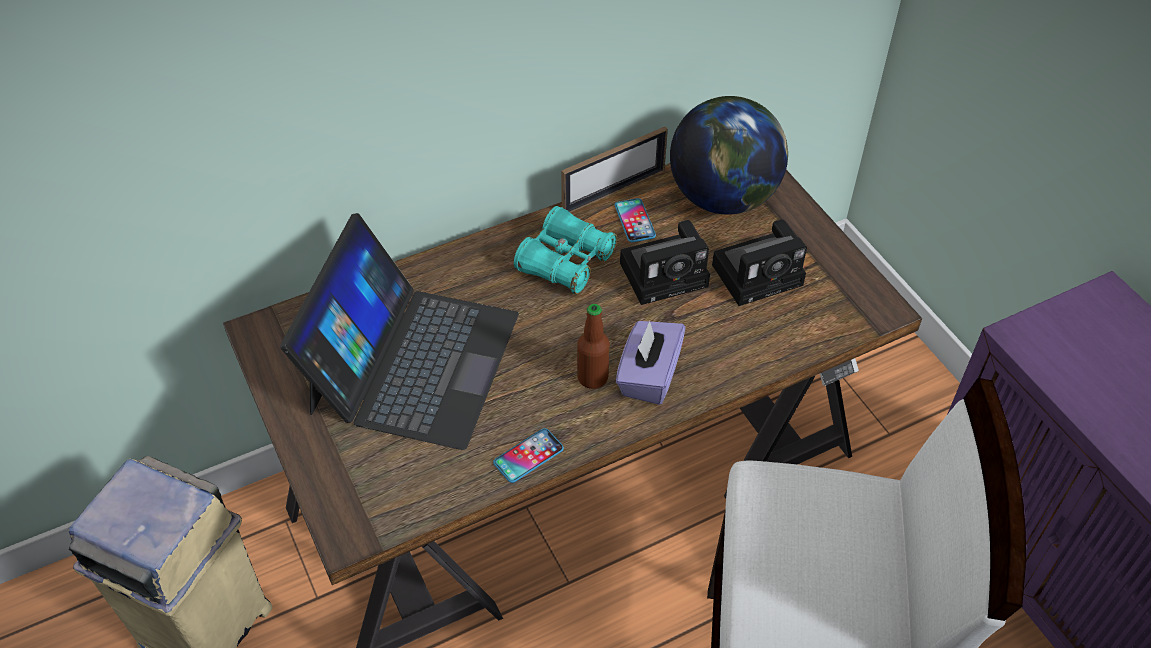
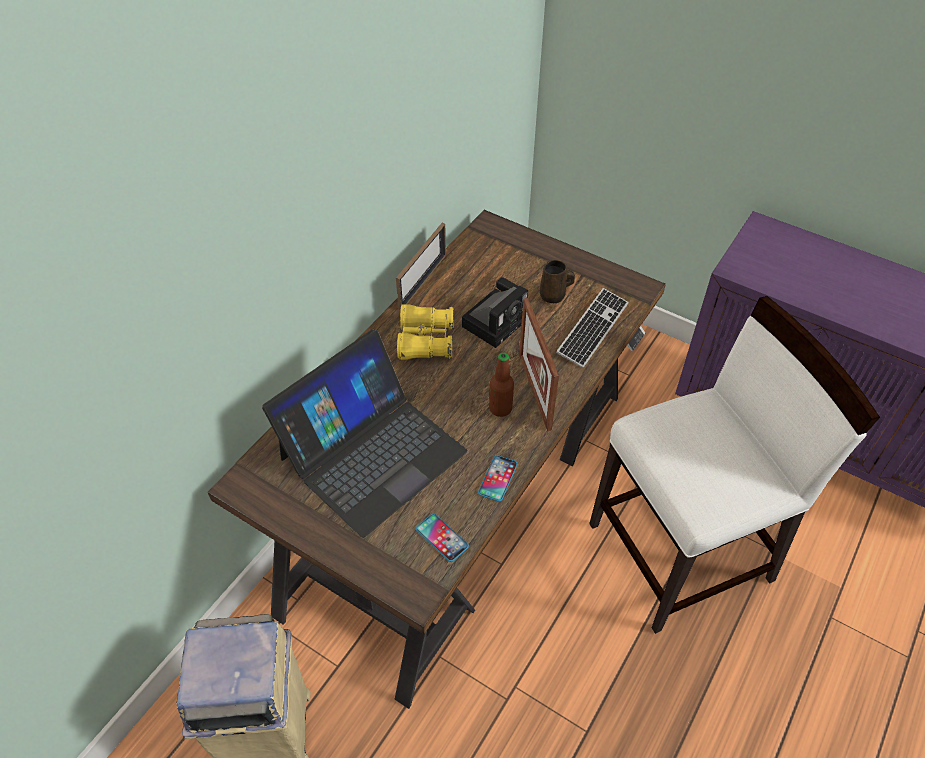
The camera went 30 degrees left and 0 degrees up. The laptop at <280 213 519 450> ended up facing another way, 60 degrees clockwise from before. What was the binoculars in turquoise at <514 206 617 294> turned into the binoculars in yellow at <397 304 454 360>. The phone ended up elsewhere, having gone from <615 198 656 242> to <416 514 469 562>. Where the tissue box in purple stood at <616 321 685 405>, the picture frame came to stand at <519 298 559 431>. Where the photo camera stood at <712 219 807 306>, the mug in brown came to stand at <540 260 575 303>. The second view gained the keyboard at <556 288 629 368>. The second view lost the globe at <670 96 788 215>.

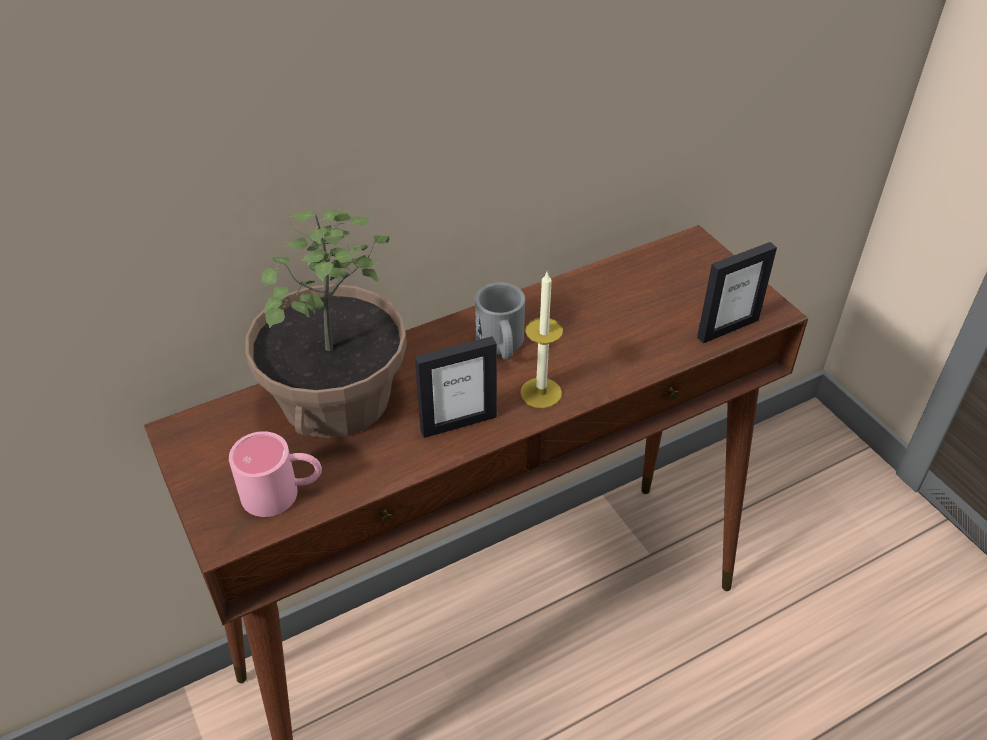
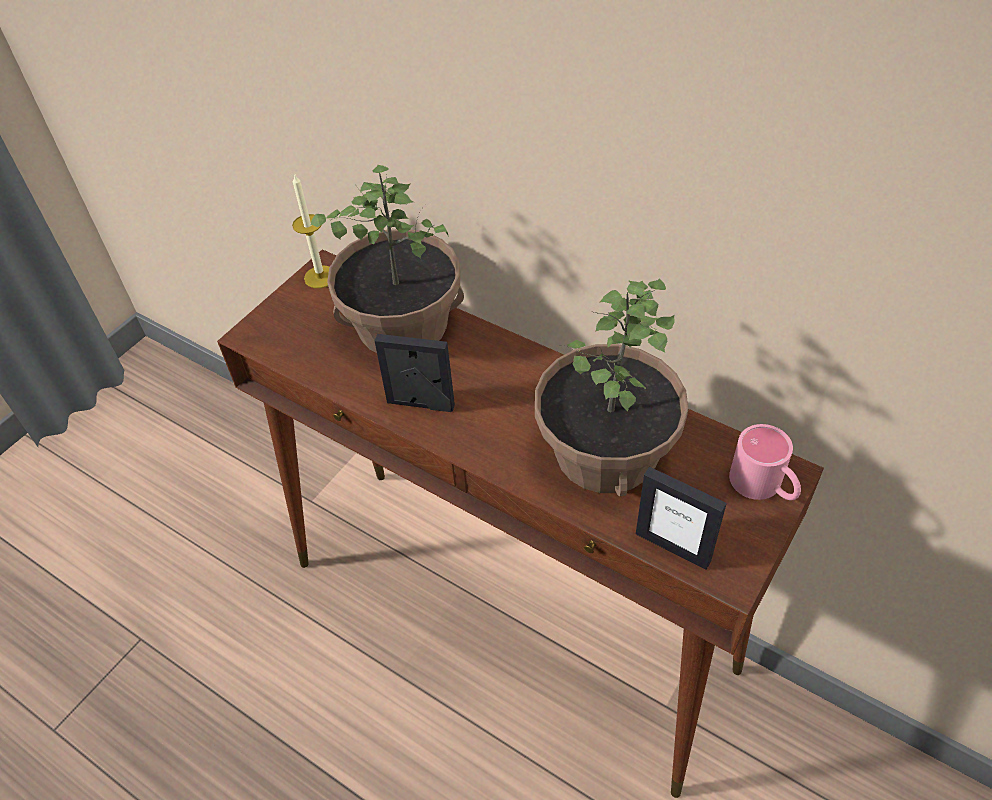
The camera went 65 degrees right and 5 degrees up. The candle ended up elsewhere, having gone from <520 270 563 408> to <292 173 329 288>. The picture frame at <415 336 497 438> ended up facing another way, 150 degrees clockwise from before. The second view gained the potted plant at <535 278 688 496>. The mug in pink ended up elsewhere, having gone from <229 431 322 517> to <729 424 801 500>. The second view lost the mug in grey at <475 282 525 360>.

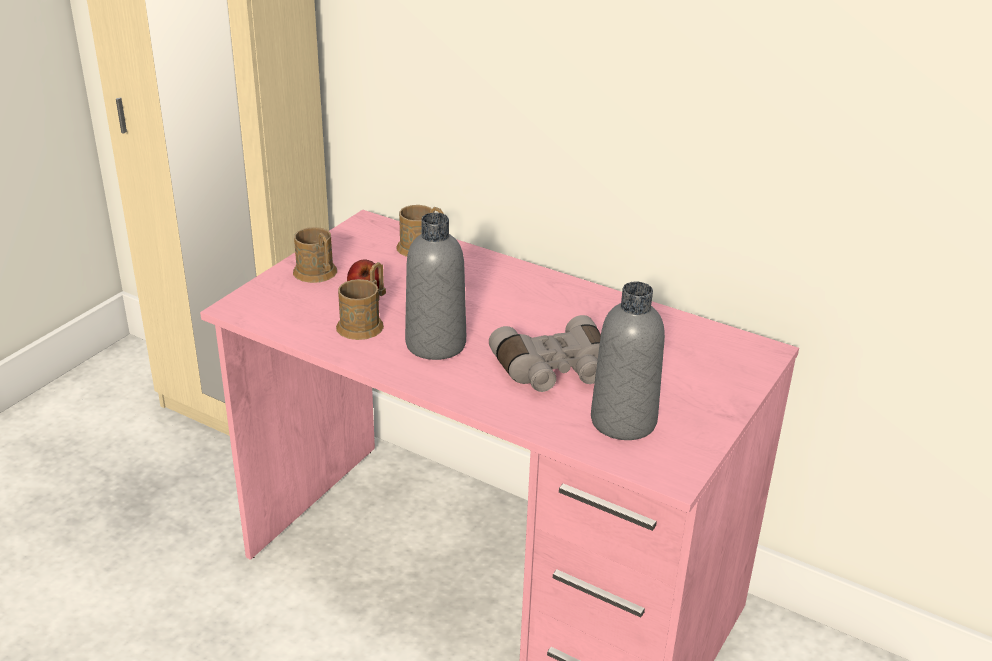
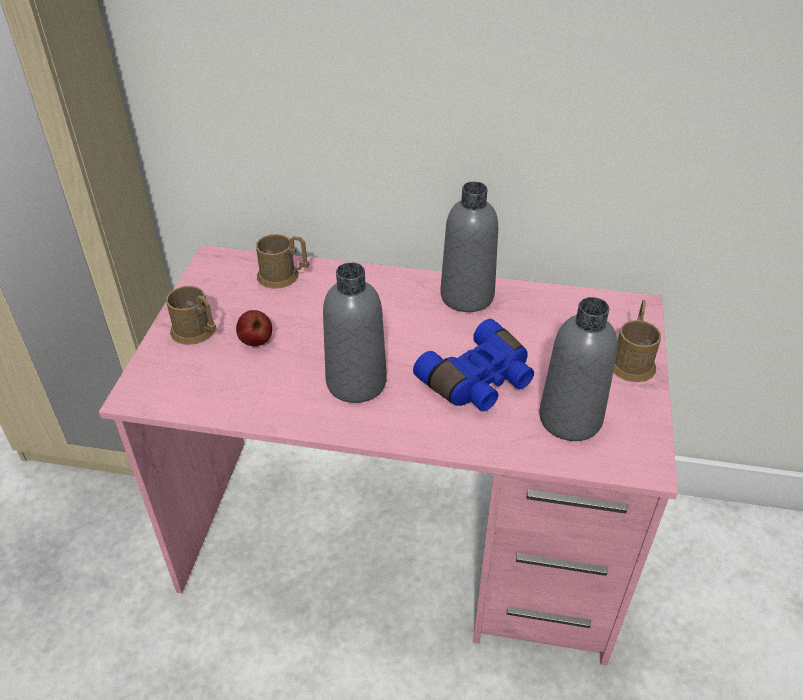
The camera went 20 degrees left and 10 degrees up. What was the binoculars in grey at <489 315 601 392> turned into the binoculars in blue at <413 319 534 411>. The second view gained the bottle in grey at <440 182 498 312>. The mug in brown ended up elsewhere, having gone from <336 262 386 340> to <613 300 661 382>.

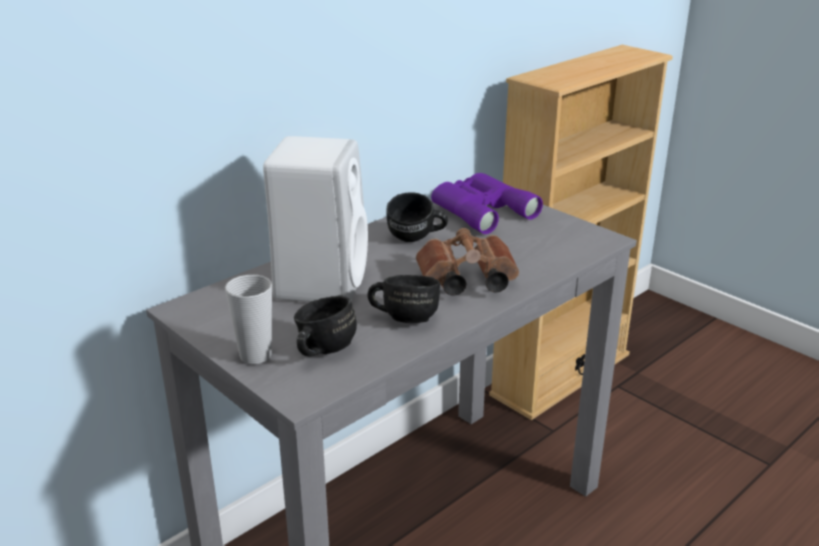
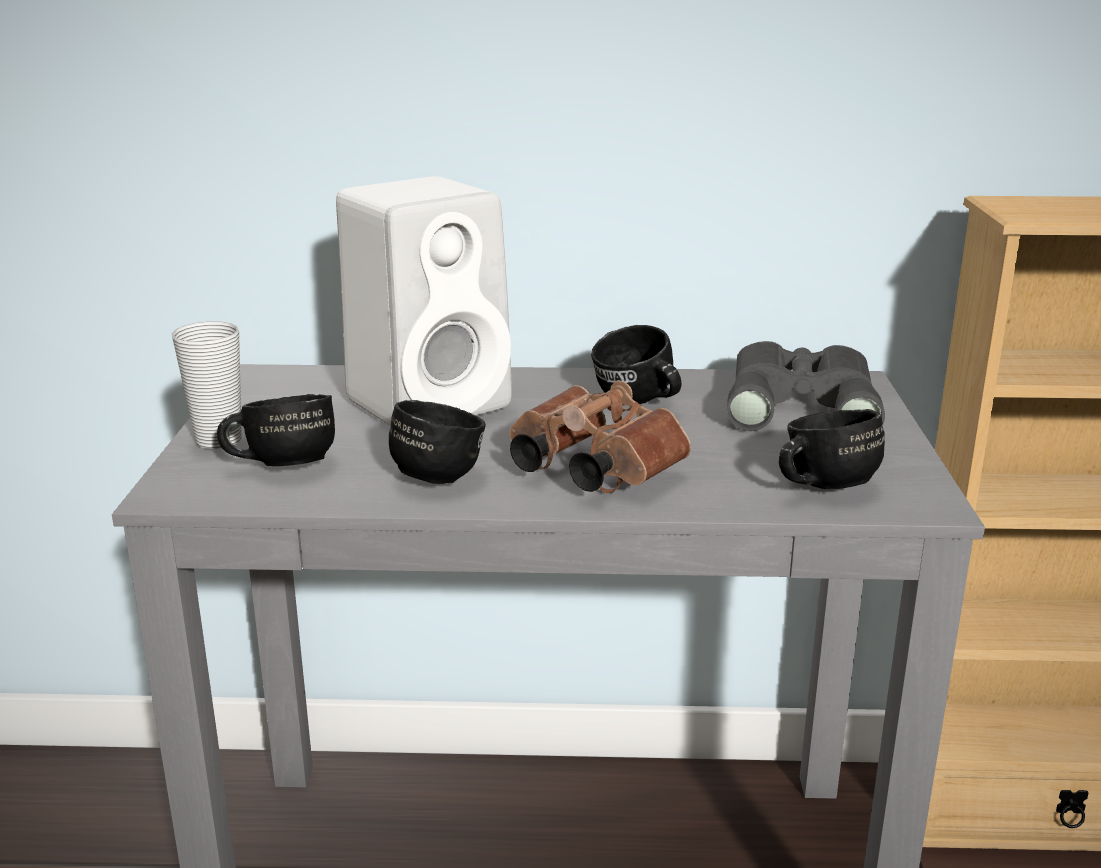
The camera went 45 degrees right and 5 degrees down. What was the binoculars in purple at <431 173 543 234> turned into the binoculars in grey at <727 341 885 431>. The second view gained the mug in black at <779 409 885 489>.

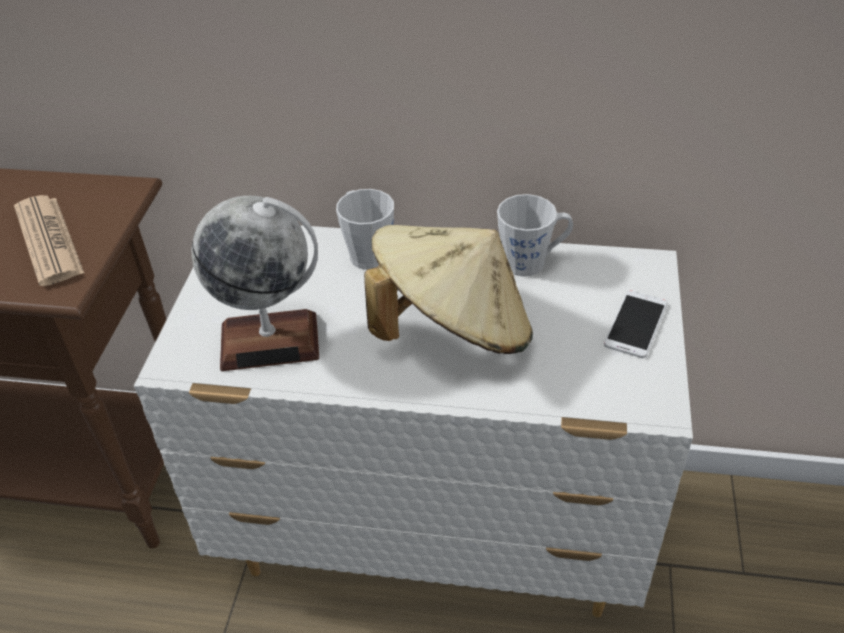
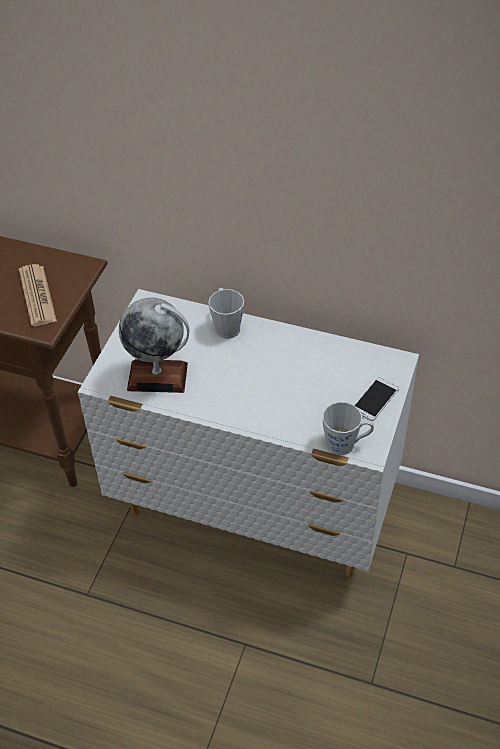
The camera went 10 degrees right and 5 degrees up. The mug in grey ended up elsewhere, having gone from <497 194 573 277> to <323 402 374 455>. The second view lost the hat in beige at <364 225 533 354>.

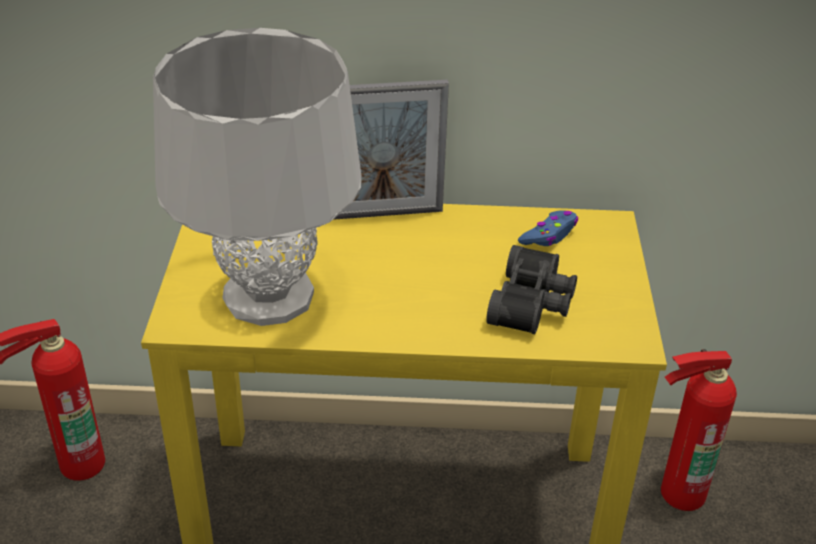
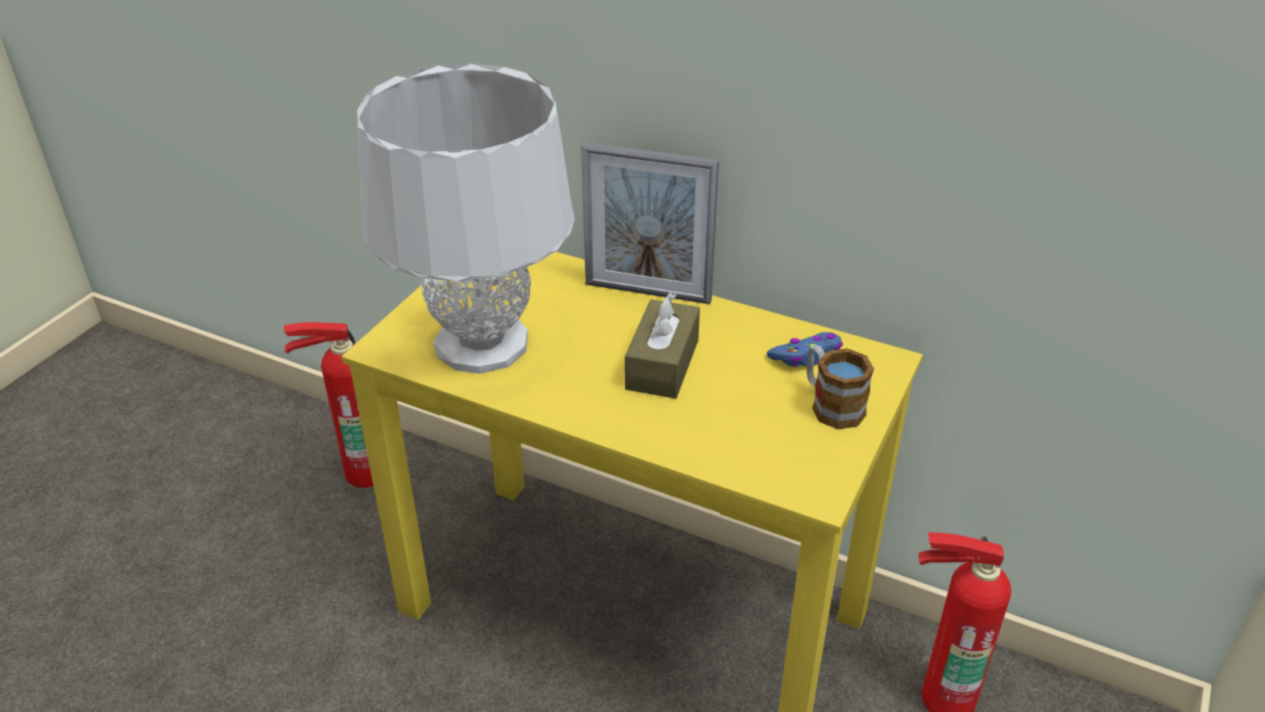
The camera went 25 degrees right and 0 degrees up. The second view gained the tissue box in brown at <625 292 700 399>. The second view gained the mug at <807 345 874 429>. The second view lost the binoculars in black at <486 245 577 334>.

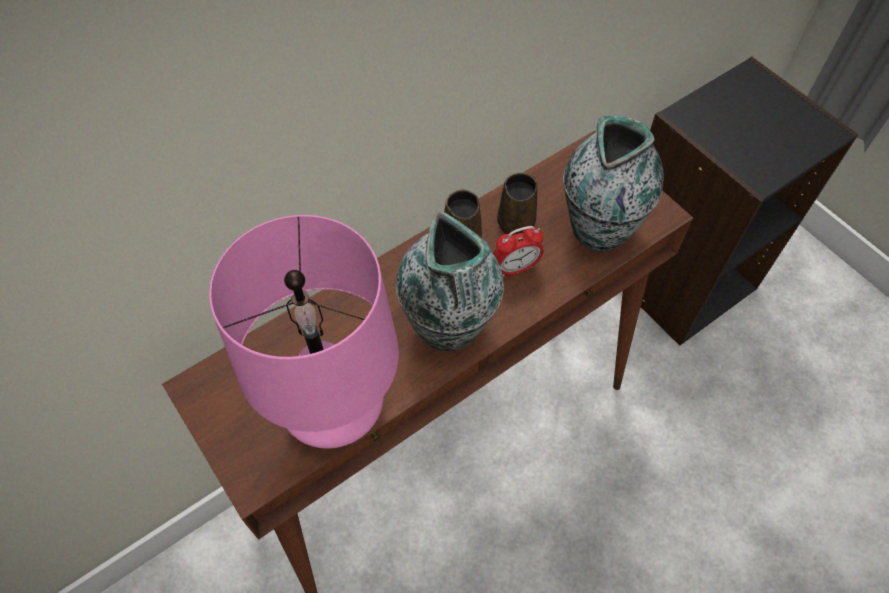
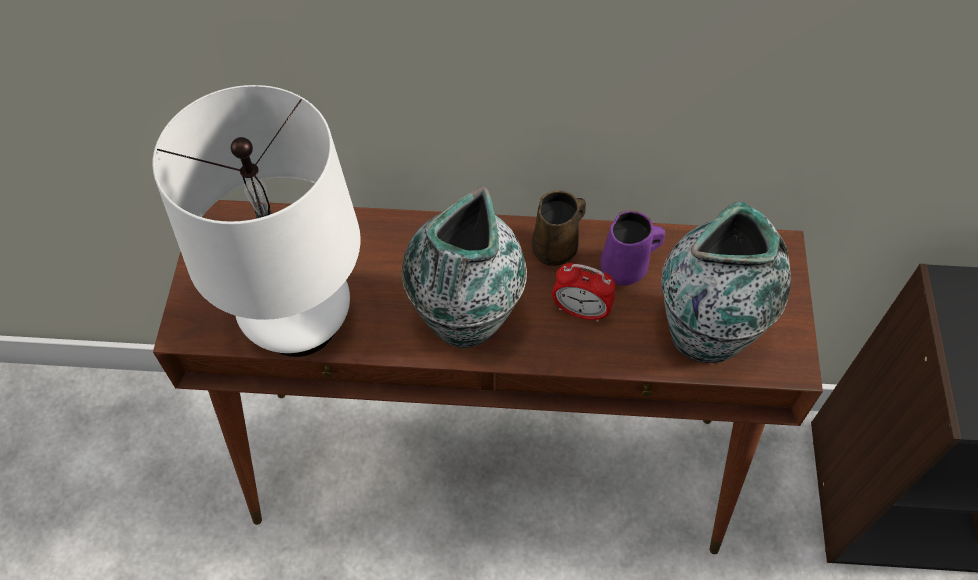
The camera went 40 degrees right and 0 degrees up. What was the table lamp in pink at <209 215 399 449> turned into the table lamp in white at <152 85 361 357>. What was the mug in brown at <497 173 537 235> turned into the mug in purple at <600 211 665 285>.

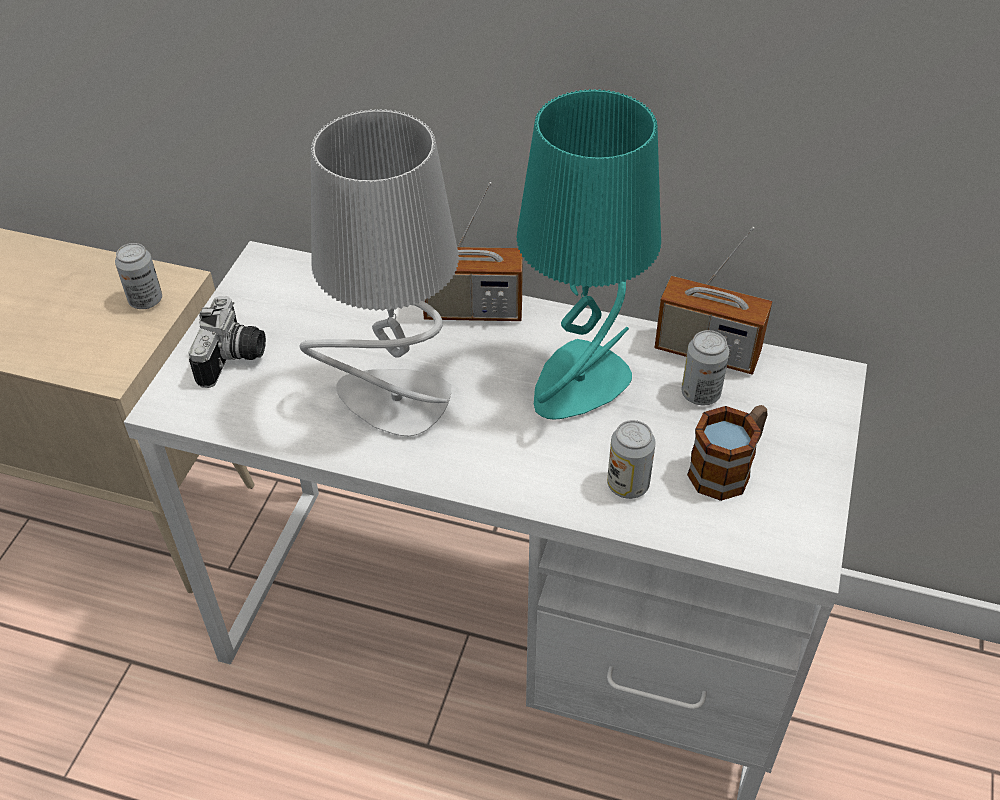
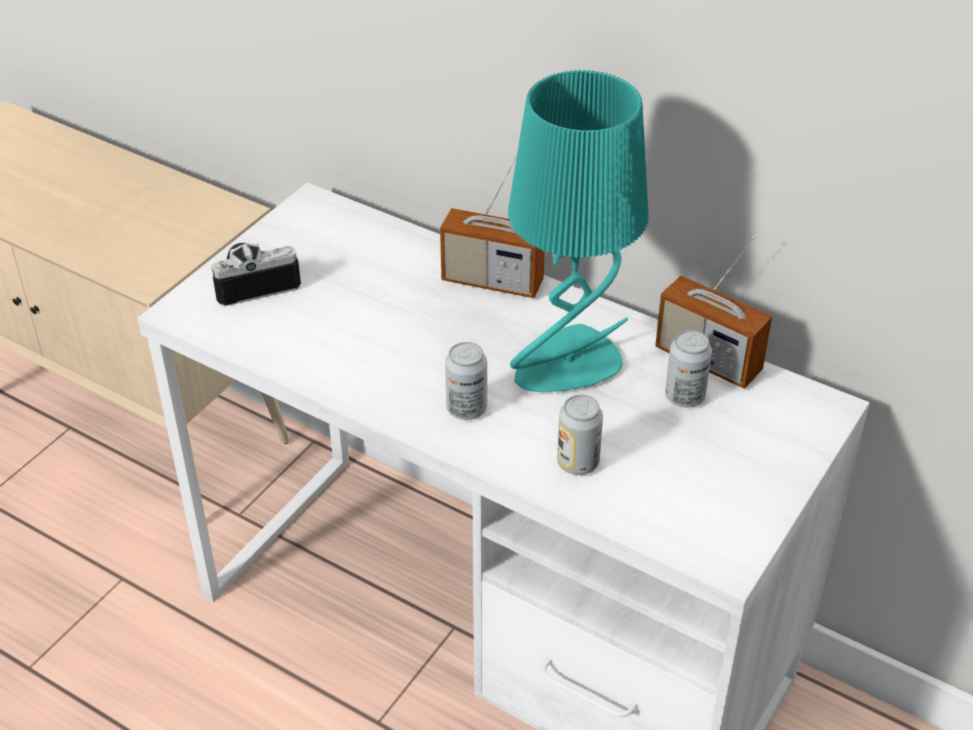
The camera went 15 degrees right and 5 degrees down. The photo camera at <188 296 266 388> ended up facing another way, 135 degrees counterclockwise from before. The can ended up elsewhere, having gone from <115 243 162 309> to <445 342 487 420>. The second view lost the table lamp in grey at <299 109 459 436>. The second view lost the mug at <687 405 767 501>.

